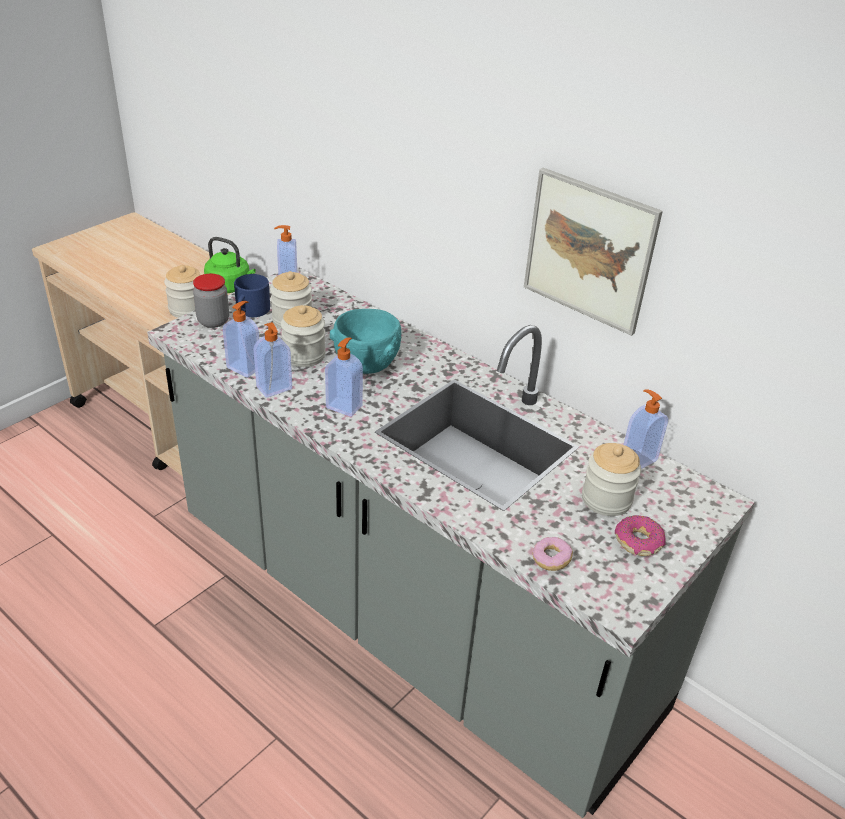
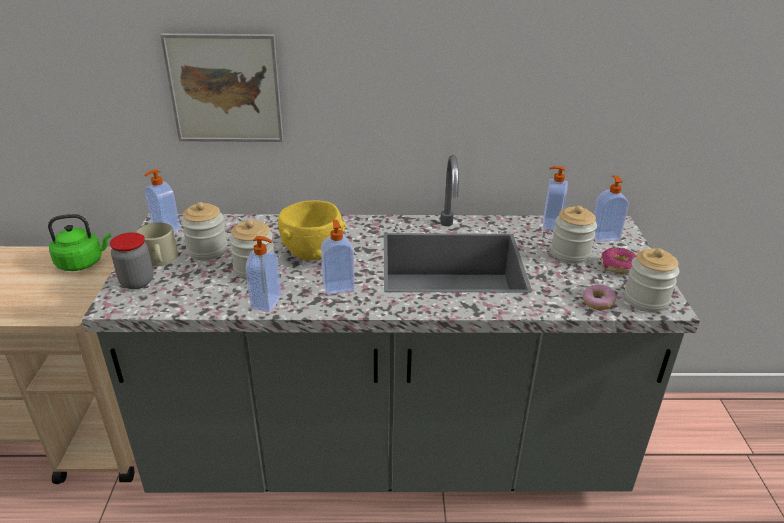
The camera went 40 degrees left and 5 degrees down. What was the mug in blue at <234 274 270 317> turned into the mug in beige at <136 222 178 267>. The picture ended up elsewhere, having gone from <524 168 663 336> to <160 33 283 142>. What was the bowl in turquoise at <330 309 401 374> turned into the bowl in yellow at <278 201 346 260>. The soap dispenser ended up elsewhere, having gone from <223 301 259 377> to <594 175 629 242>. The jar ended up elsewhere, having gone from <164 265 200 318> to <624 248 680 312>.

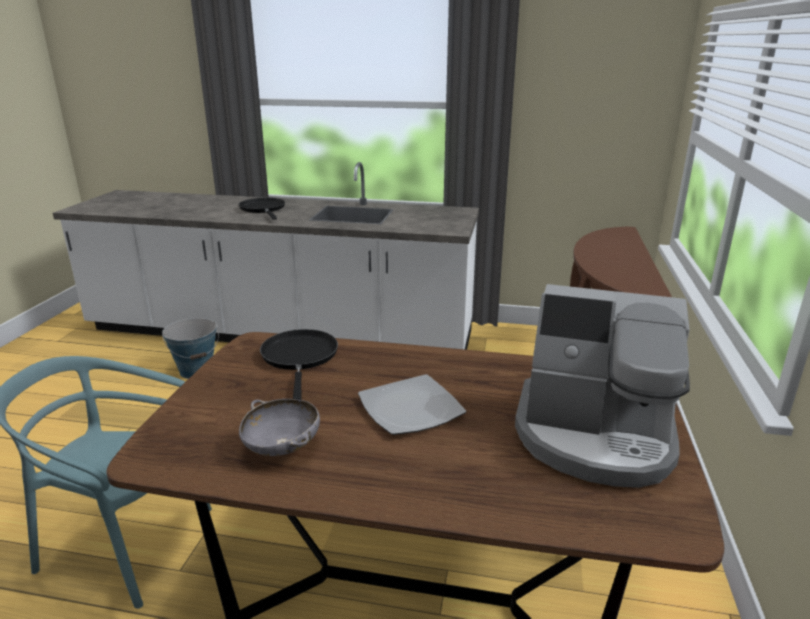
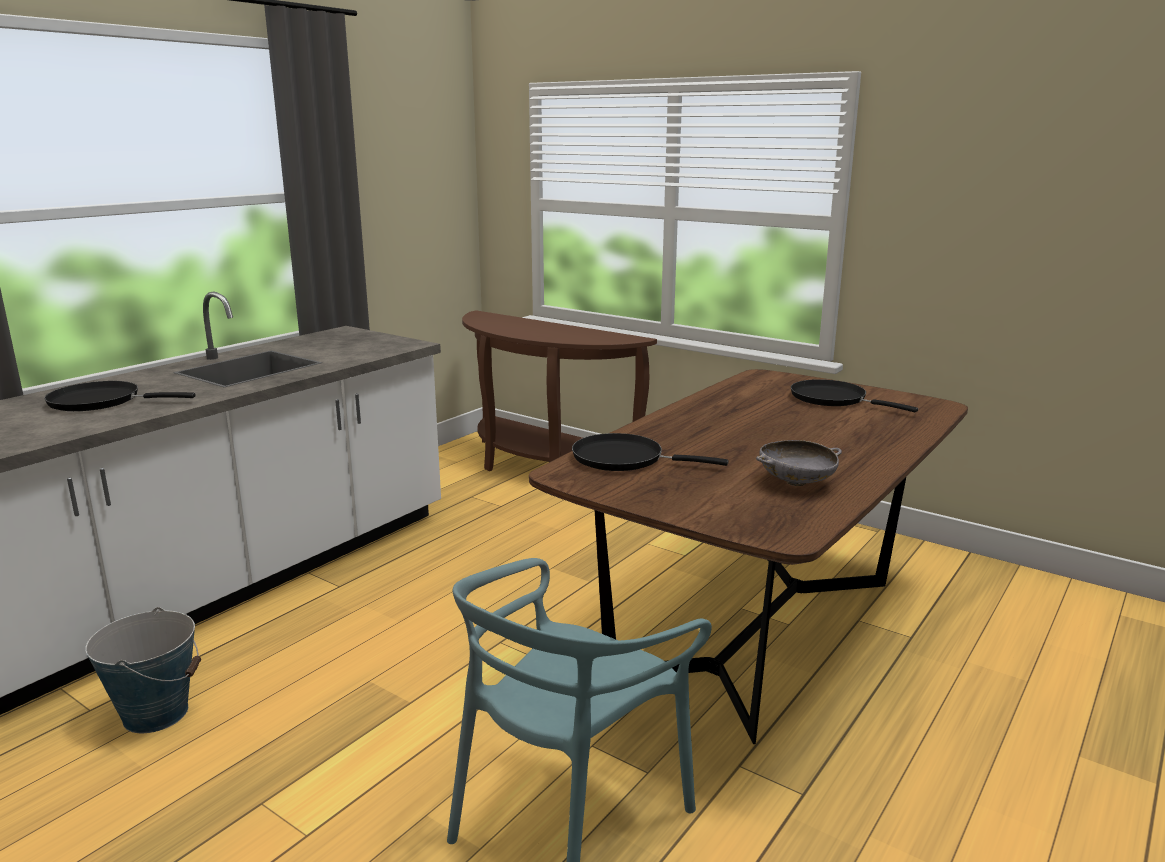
The camera went 65 degrees left and 5 degrees down. Where the coffee machine stood at <515 284 690 488>, the frying pan in black came to stand at <791 379 918 412>. The second view lost the plate at <358 374 466 435>.

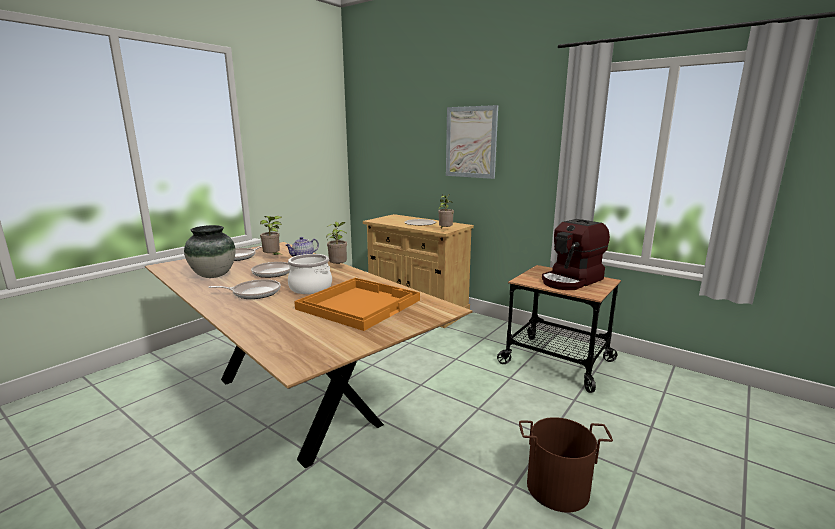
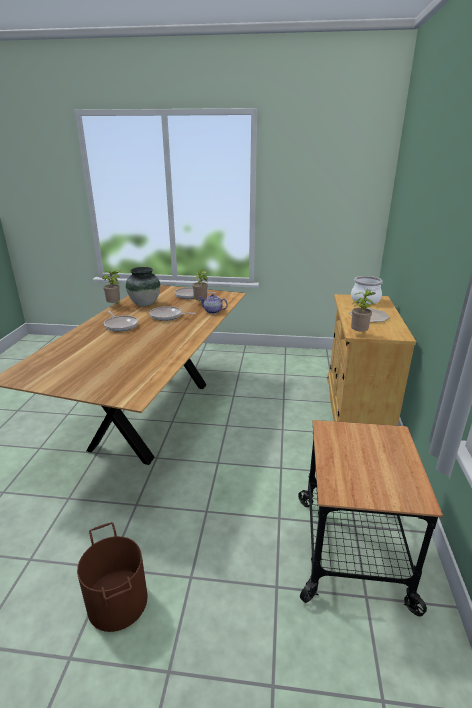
The camera went 60 degrees right and 10 degrees up. The potted plant ended up elsewhere, having gone from <326 221 347 264> to <102 270 122 303>. The cooking pot ended up elsewhere, having gone from <288 254 332 294> to <351 276 383 304>. The second view lost the tray in orange at <294 278 420 331>. The second view lost the picture at <446 105 498 179>. The second view lost the coffee machine at <542 219 610 290>.

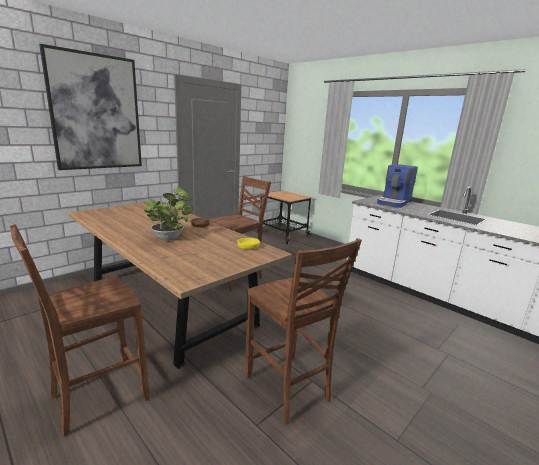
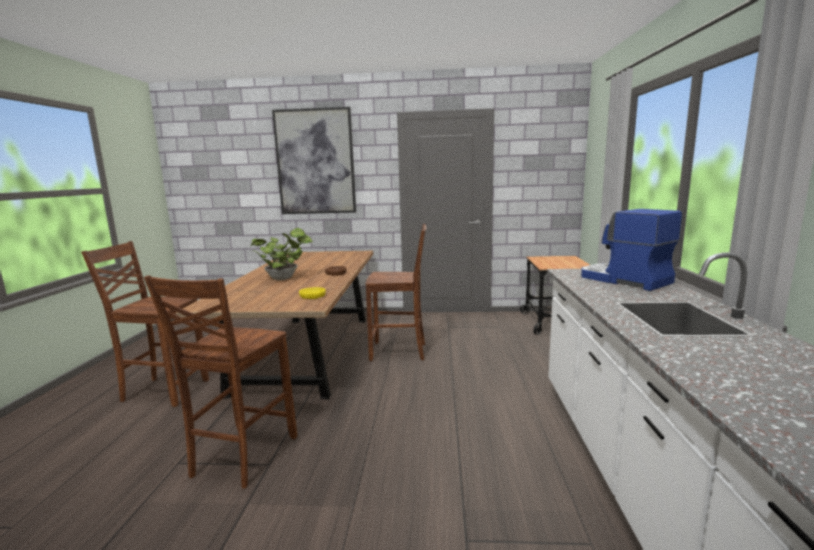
The camera went 50 degrees right and 5 degrees down. The coffee machine at <377 164 418 208> ended up facing another way, 60 degrees clockwise from before.

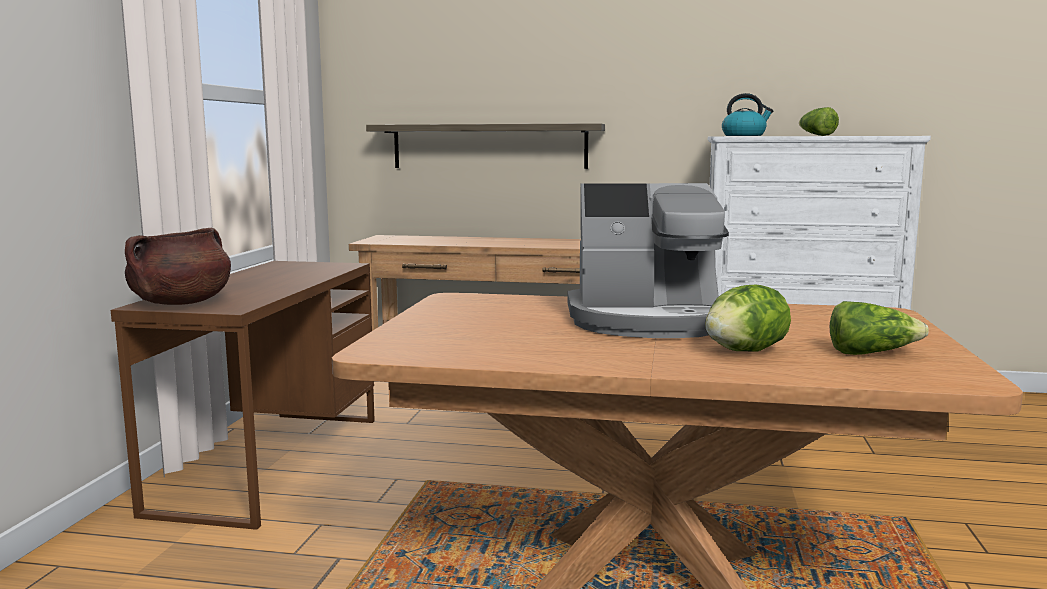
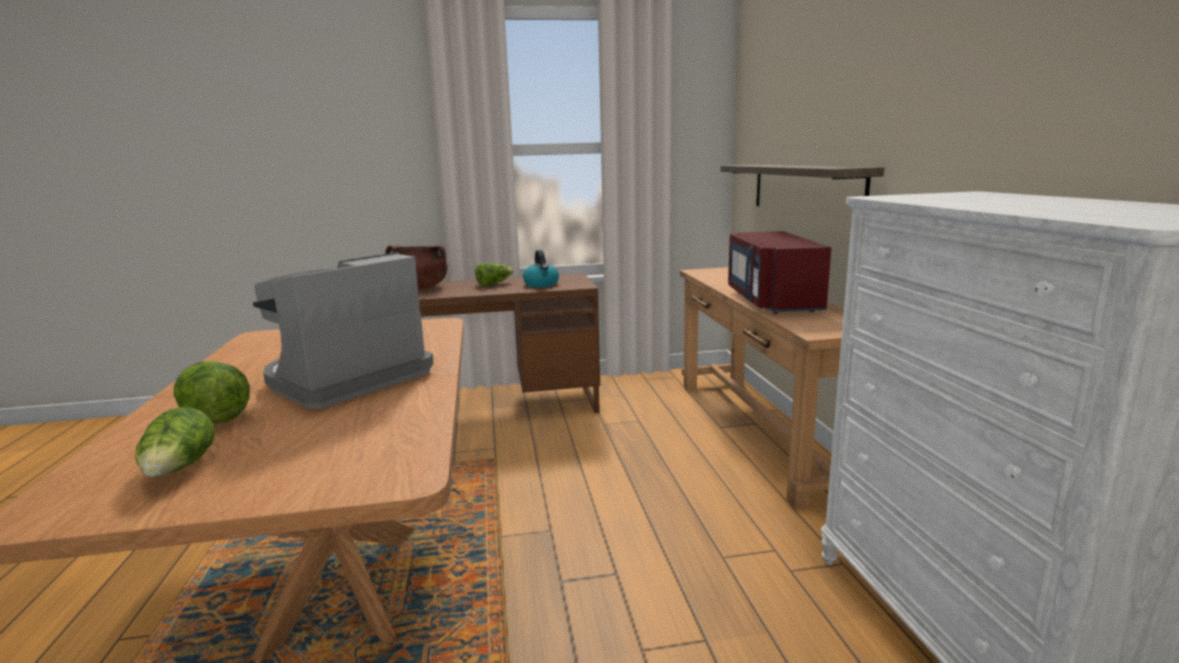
The camera went 70 degrees right and 5 degrees up. The coffee machine at <567 183 729 338> ended up facing another way, 60 degrees clockwise from before. The lettuce ended up elsewhere, having gone from <799 107 839 136> to <475 263 514 286>. The kettle ended up elsewhere, having gone from <722 93 773 136> to <523 250 559 287>. The second view gained the microwave in red at <728 231 831 314>.

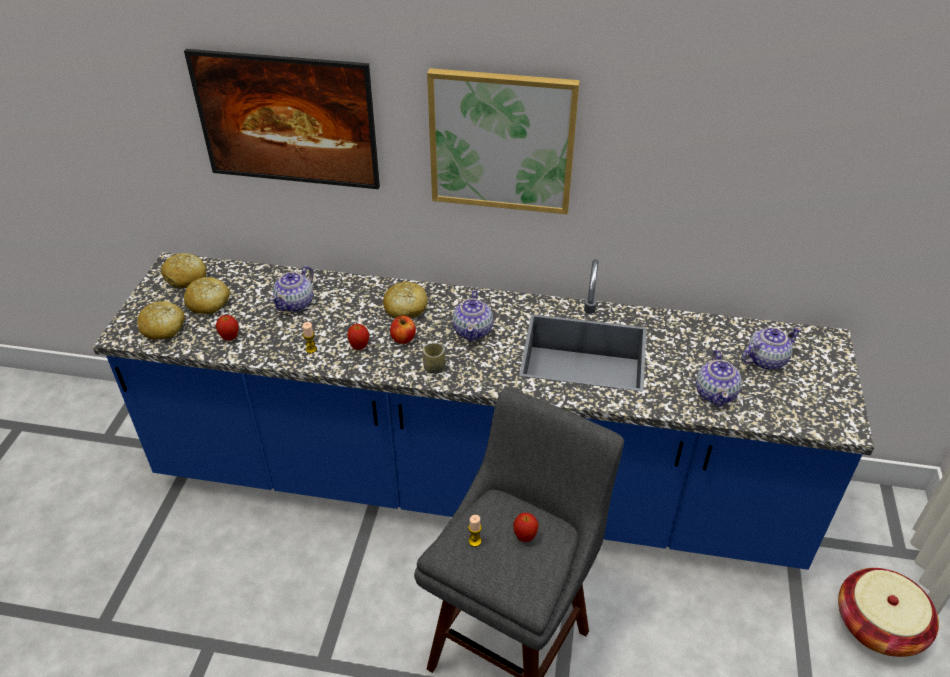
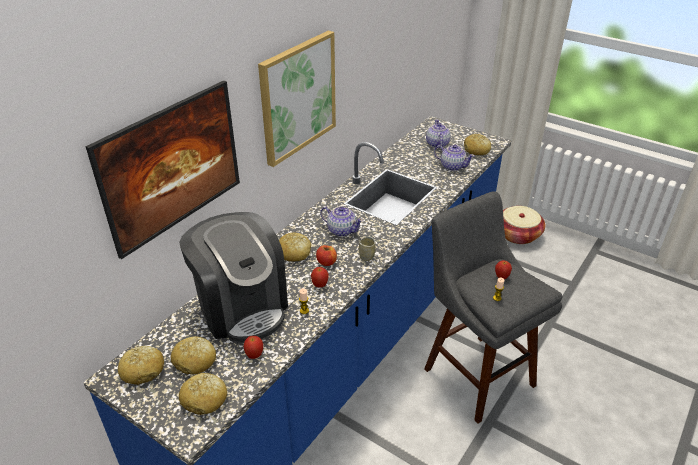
The camera went 65 degrees left and 5 degrees down. Where the teapot stood at <270 266 314 312>, the coffee machine came to stand at <179 212 288 343>. The second view gained the bread at <464 134 491 155>.

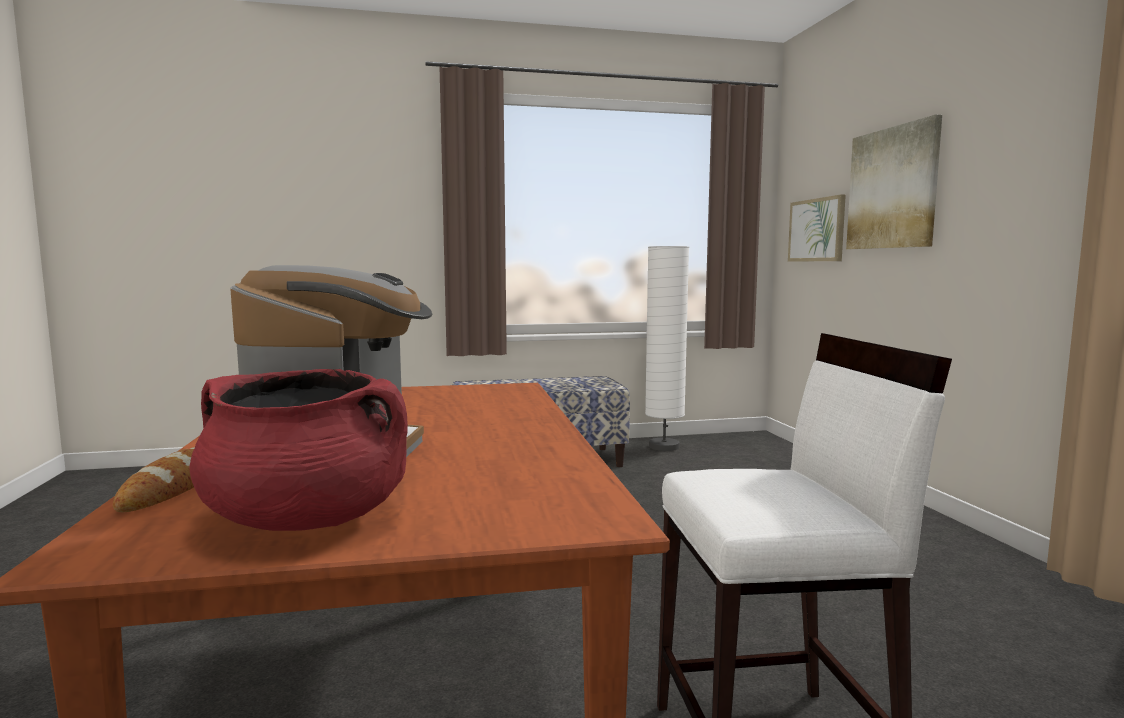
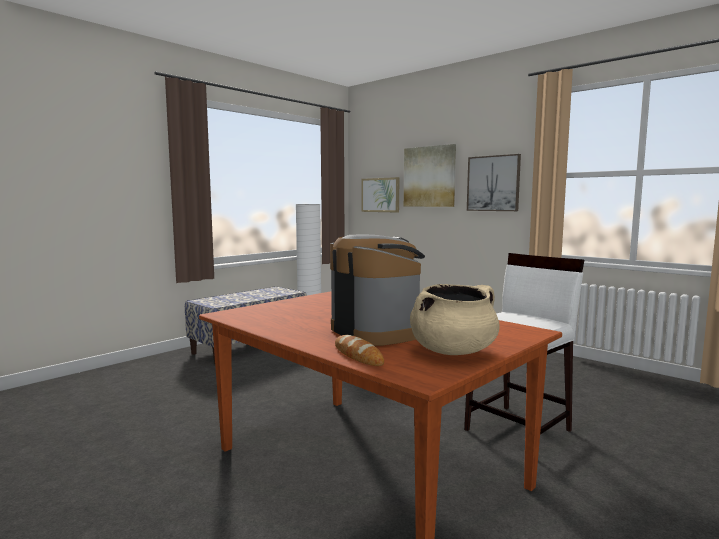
The camera went 35 degrees left and 0 degrees up. What was the cooking pot in red at <189 369 408 531> turned into the cooking pot in beige at <410 284 500 355>. The second view gained the picture at <467 154 521 211>.

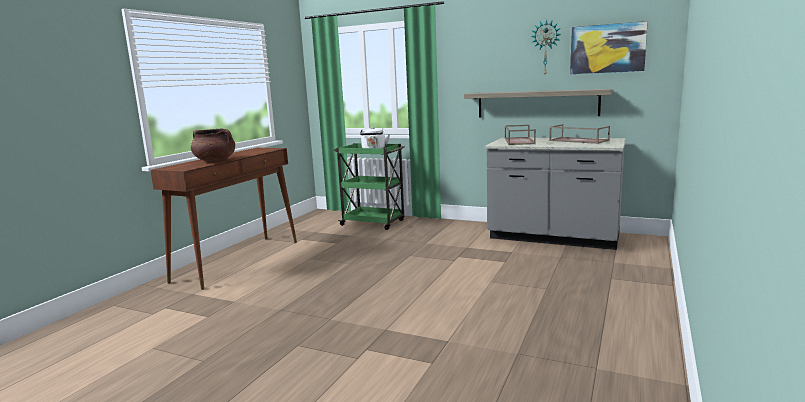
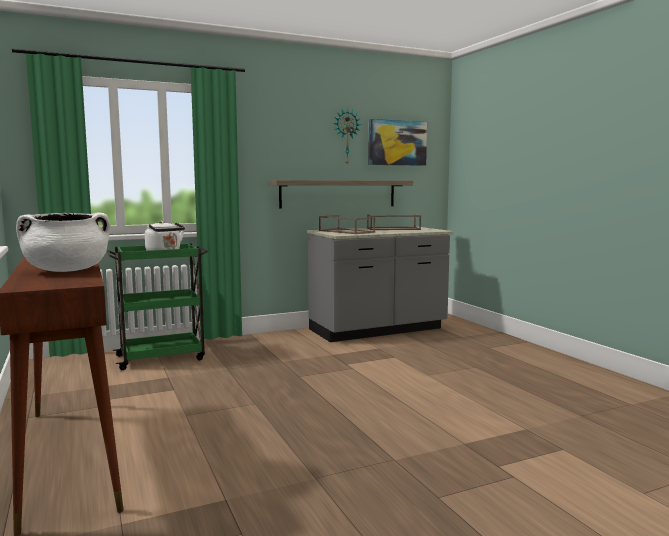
The camera went 50 degrees left and 5 degrees down. What was the cooking pot in brown at <191 129 235 161> turned into the cooking pot in white at <16 212 111 272>.

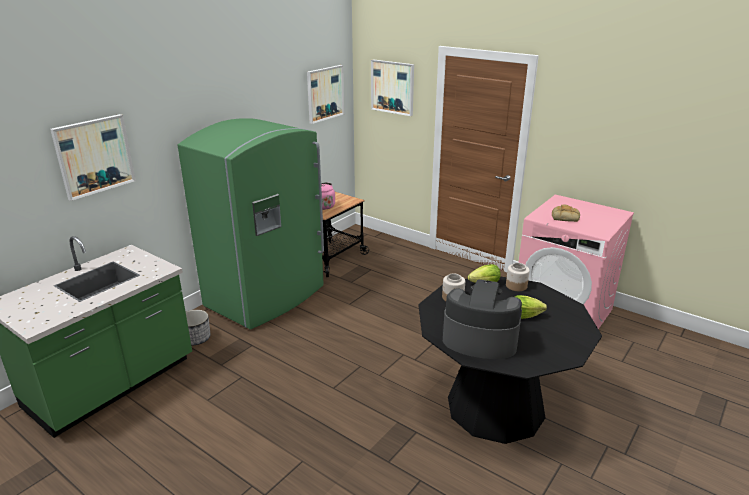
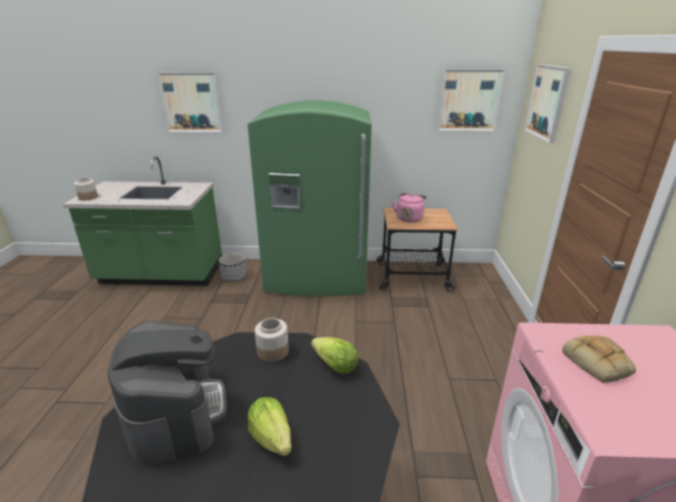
The camera went 55 degrees right and 0 degrees up. The jar ended up elsewhere, having gone from <506 263 530 291> to <74 178 98 201>.

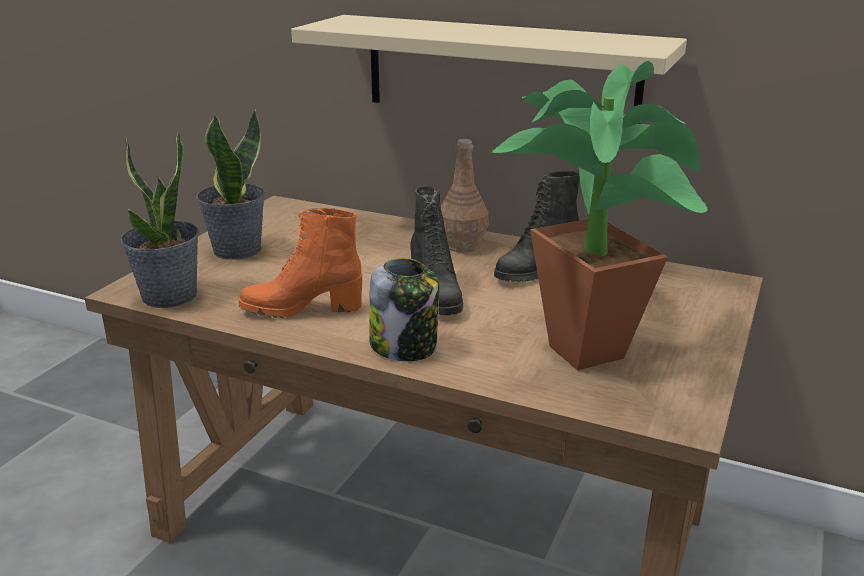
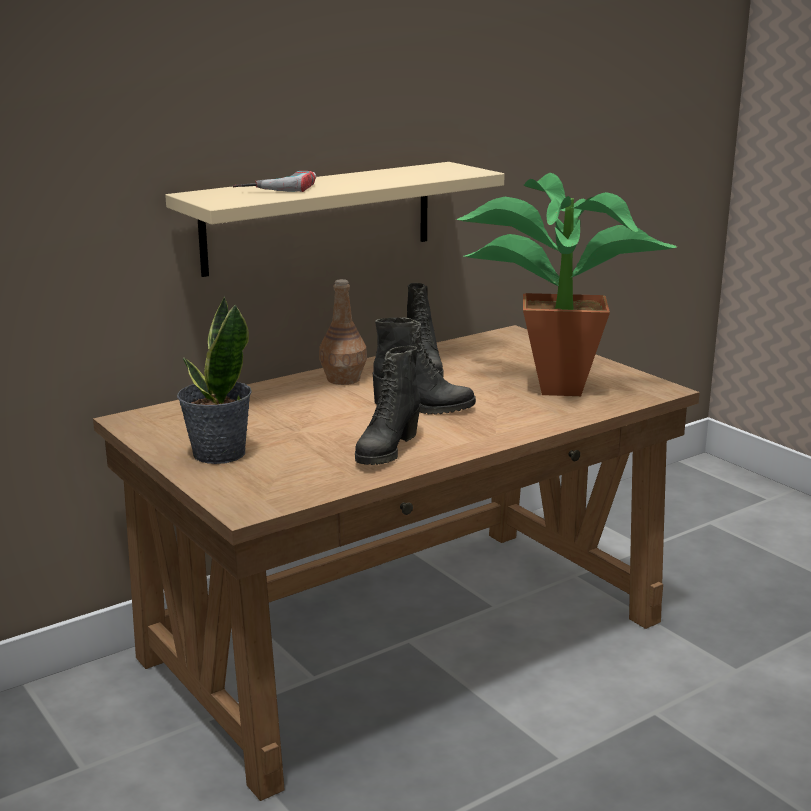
The camera went 60 degrees left and 5 degrees down. The second view gained the power drill at <233 171 316 192>. What was the boot in orange at <239 208 362 318> turned into the boot in black at <355 346 421 465>. The second view lost the potted plant at <120 131 199 308>. The second view lost the jar at <369 258 439 361>.

